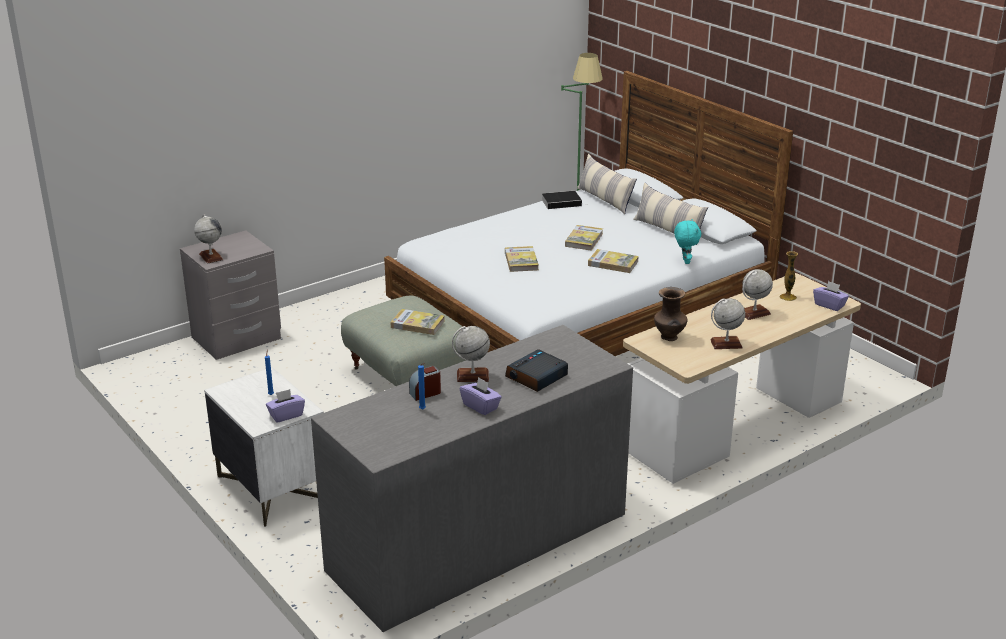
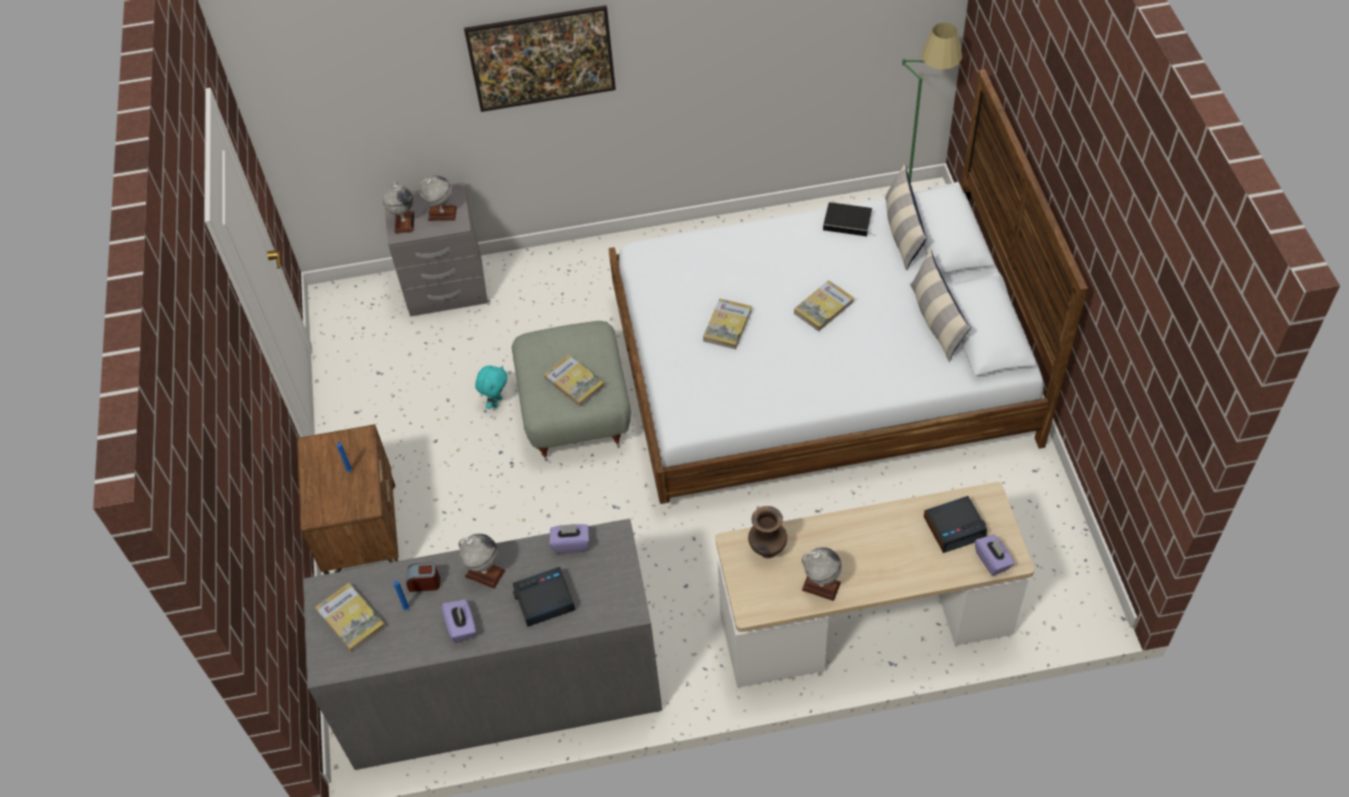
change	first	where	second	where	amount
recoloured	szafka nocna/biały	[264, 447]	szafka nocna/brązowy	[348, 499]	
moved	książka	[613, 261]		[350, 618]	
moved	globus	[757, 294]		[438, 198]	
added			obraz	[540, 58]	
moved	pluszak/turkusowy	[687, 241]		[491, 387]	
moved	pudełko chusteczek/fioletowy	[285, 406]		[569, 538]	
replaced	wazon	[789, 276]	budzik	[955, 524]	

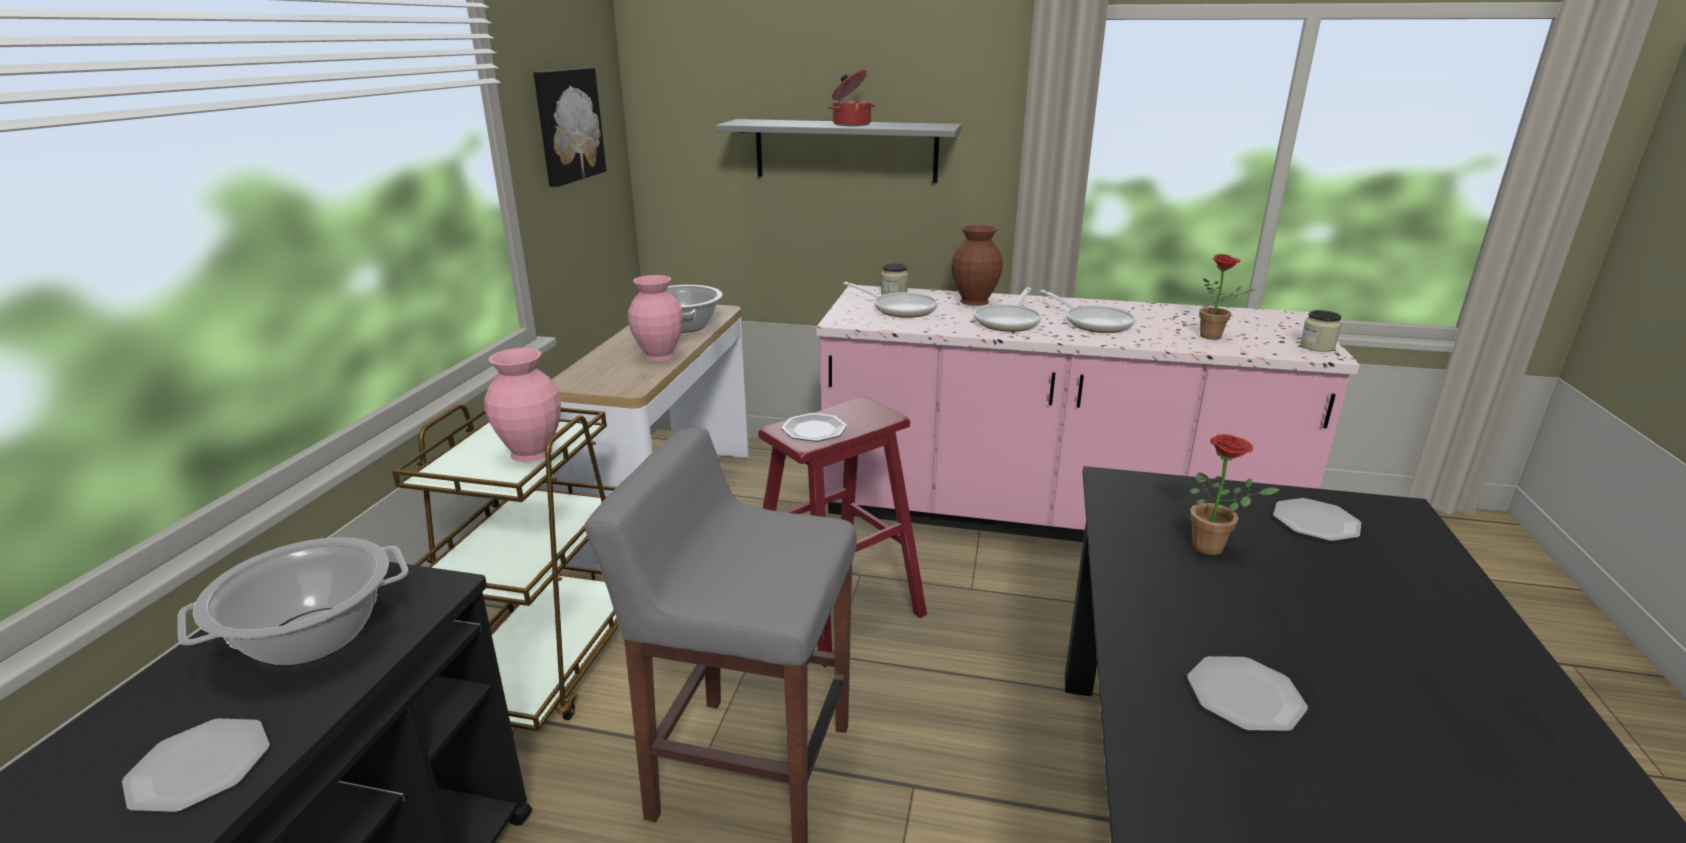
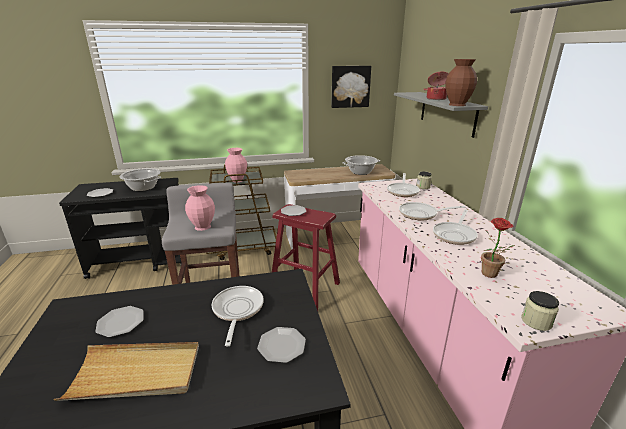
change	first	where	second	where	amount
added			taca/beżowy	[126, 371]	
moved	wazon/różowy	[655, 318]		[200, 208]	
replaced	roślina doniczkowa	[1234, 494]	patelnia	[238, 316]	
moved	wazon/brązowy	[977, 265]		[461, 82]	

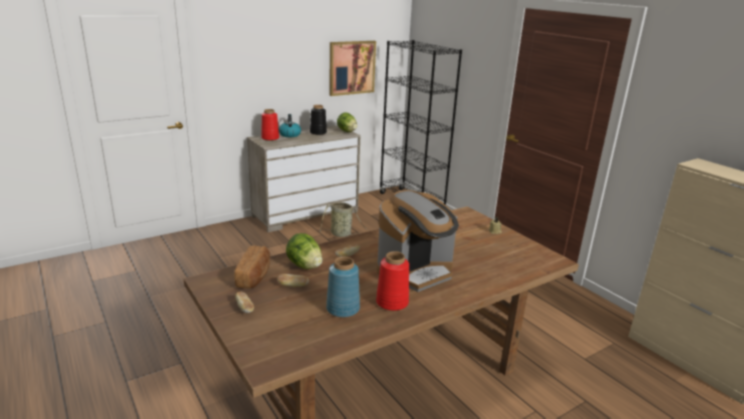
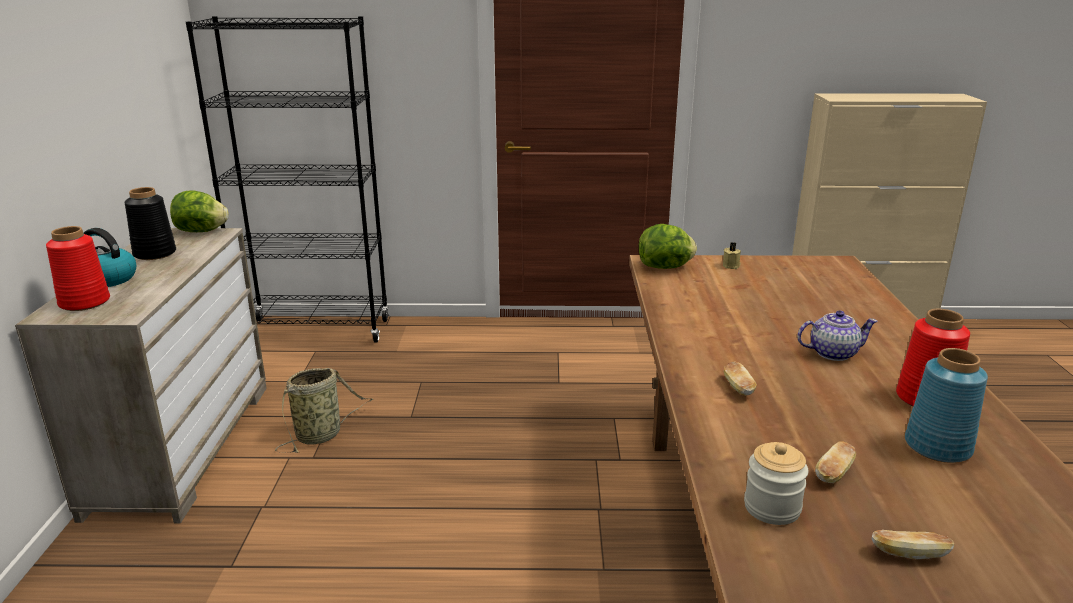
change	first	where	second	where	amount
moved	sałata	[304, 251]		[668, 246]	
replaced	chleb	[252, 267]	słoik	[776, 483]	
replaced	ekspres do kawy	[418, 241]	imbryk	[837, 335]	
removed	obraz	[352, 68]			

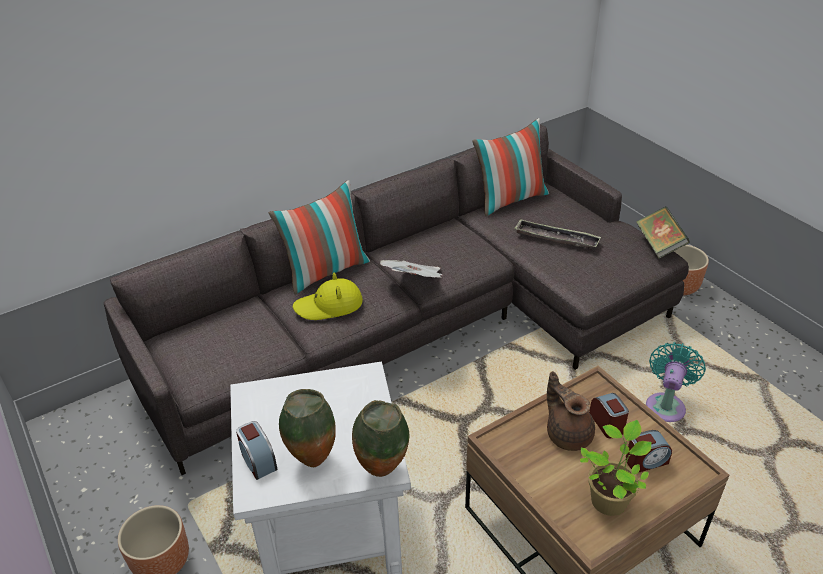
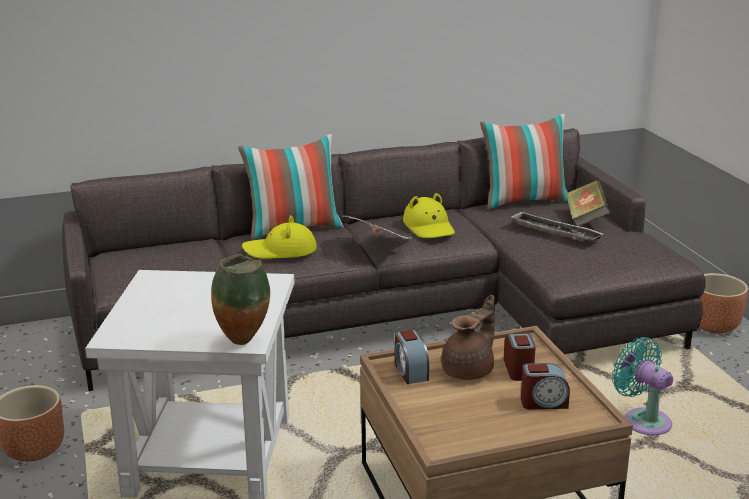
change	first	where	second	where	amount
moved	budzik	[257, 450]		[412, 356]	
added			kapelusz/żółty	[429, 215]	
turned	imbryk/brązowy	[571, 411]		[468, 337]	60 degrees clockwise
moved	książka	[663, 232]		[588, 203]	
turned	wentylator/turkusowy	[676, 382]		[642, 386]	75 degrees counterclockwise
removed	wazon	[307, 428]			
removed	roślina doniczkowa	[616, 468]			

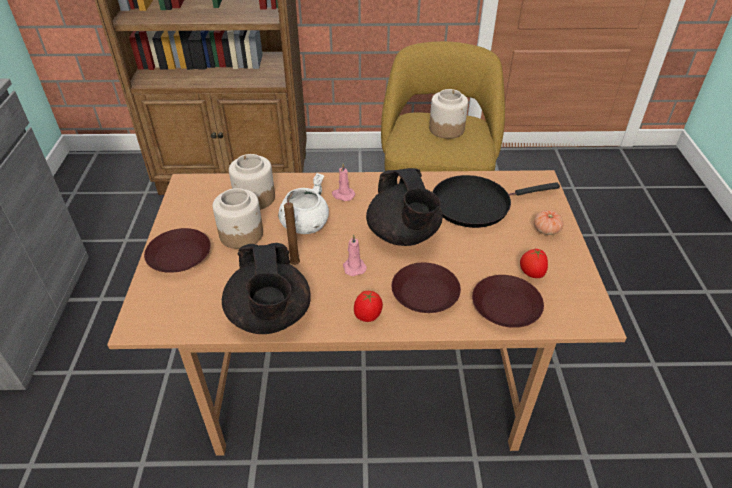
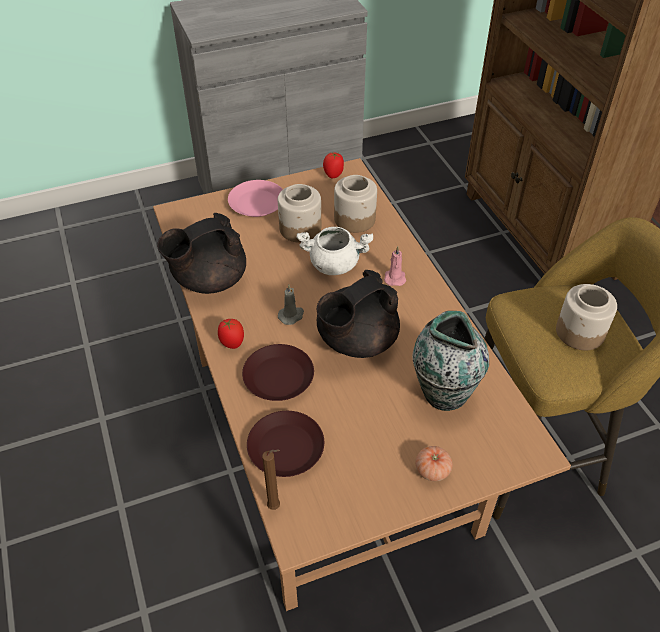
change	first	where	second	where	amount
recoloured	talerz/brązowy	[177, 250]	talerz/różowy	[255, 198]	
moved	świeca/brązowy	[292, 228]		[271, 480]	
recoloured	świeca/różowy	[355, 255]	świeca/szary	[291, 305]	
moved	pomidor	[534, 263]		[333, 165]	
replaced	patelnia/czarny	[496, 201]	wazon	[450, 361]	

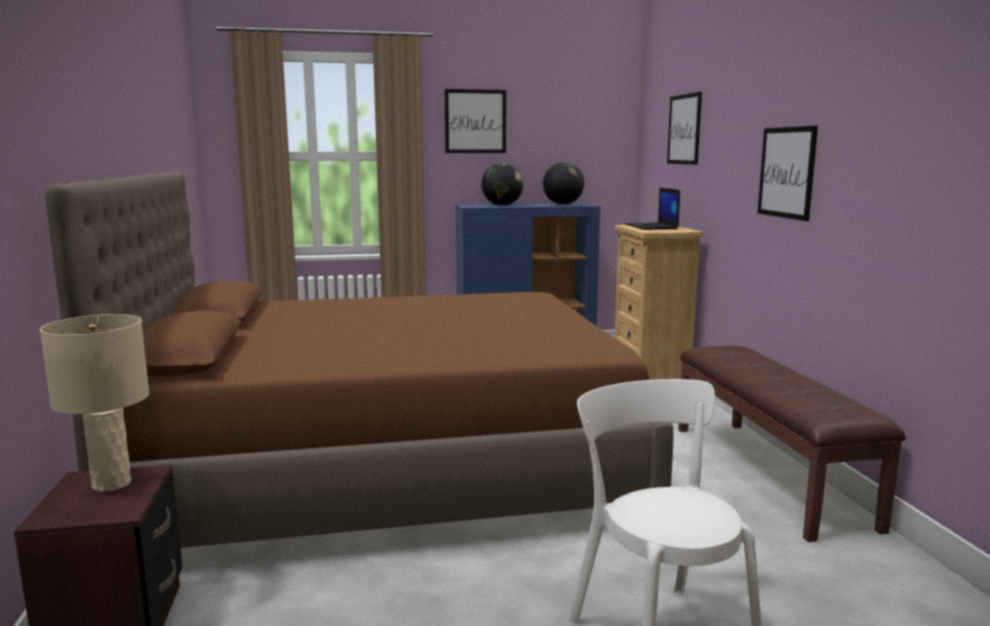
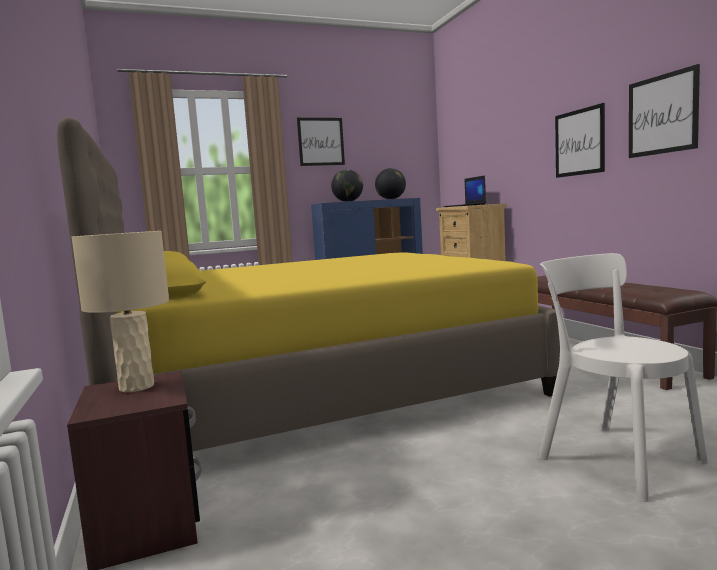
change	first	where	second	where	amount
recoloured	łóżko/brązowy	[359, 359]	łóżko/żółty	[308, 284]	
moved	obraz	[684, 128]		[664, 111]	

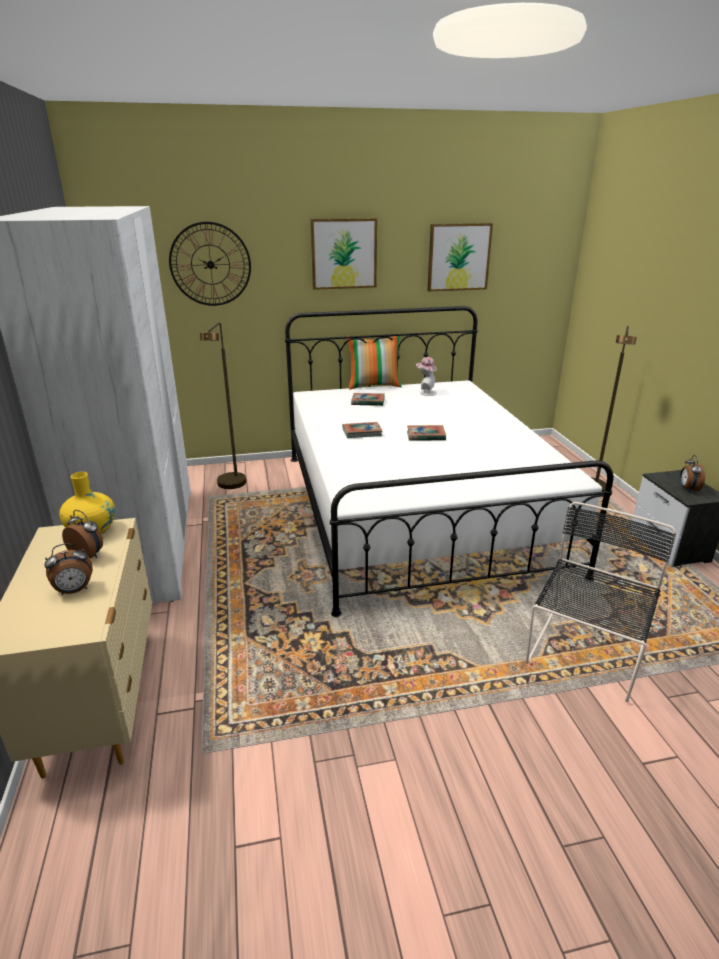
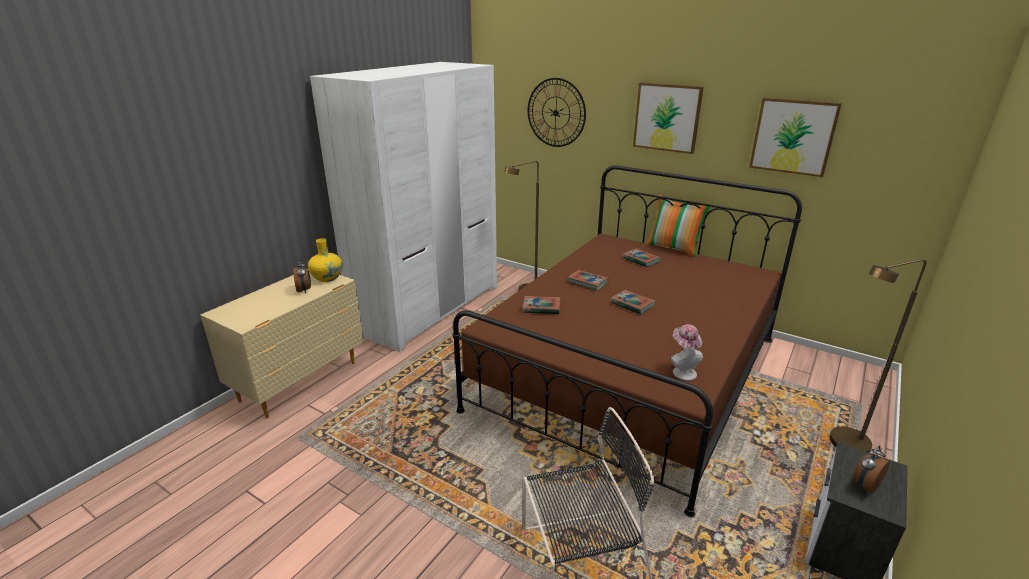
change	first	where	second	where	amount
recoloured	łóżko/biały	[449, 461]	łóżko/brązowy	[627, 341]	
added			książka	[541, 305]	
moved	kapelusz	[426, 376]		[687, 352]	
removed	budzik	[68, 569]			

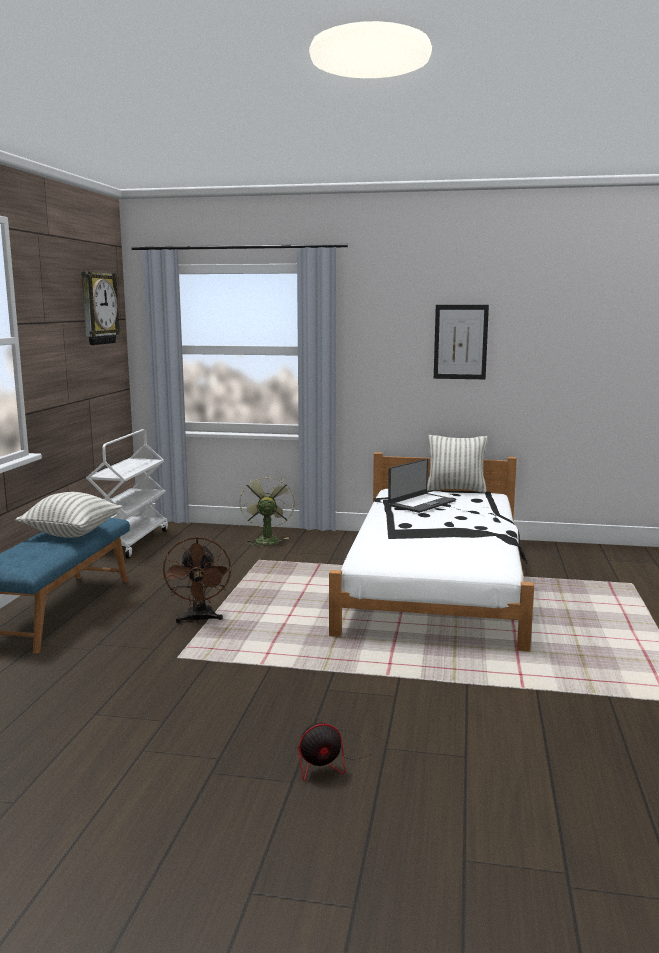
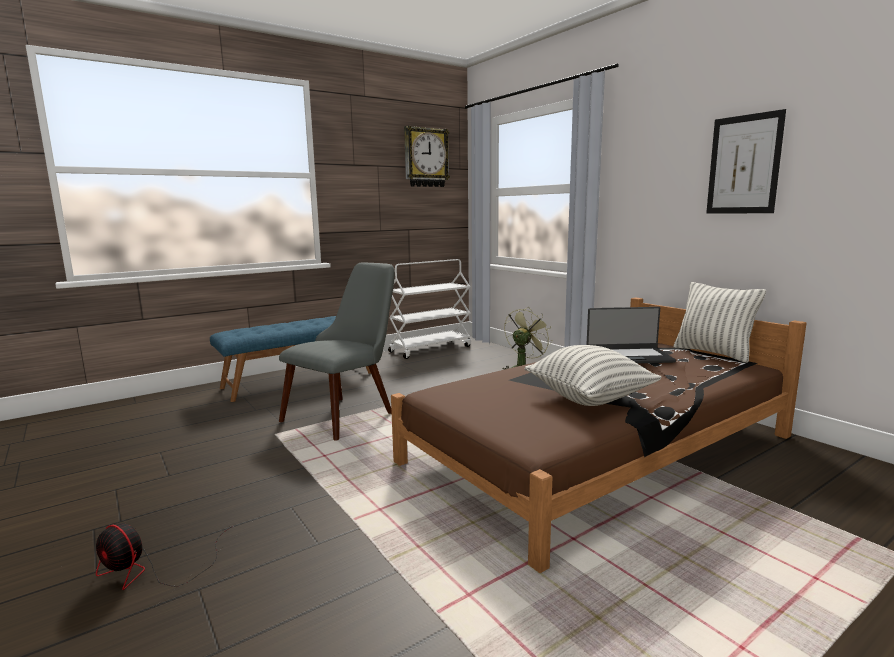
change	first	where	second	where	amount
replaced	wentylator/brązowy	[196, 580]	krzesło/szary	[337, 352]	
recoloured	łóżko/biały	[431, 552]	łóżko/brązowy	[599, 435]	
moved	poduszka	[69, 515]		[593, 375]	

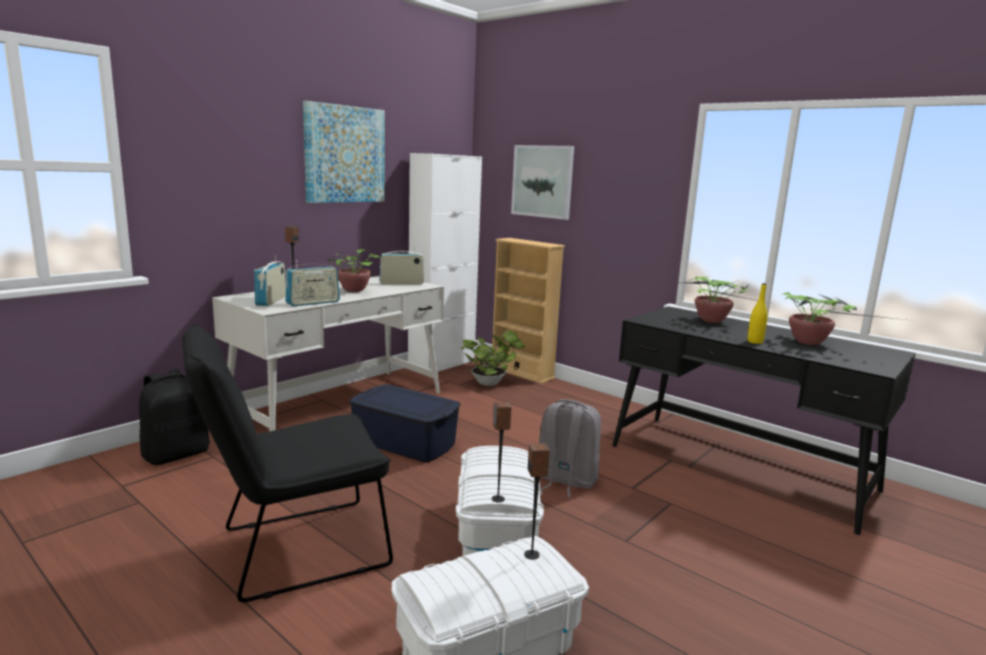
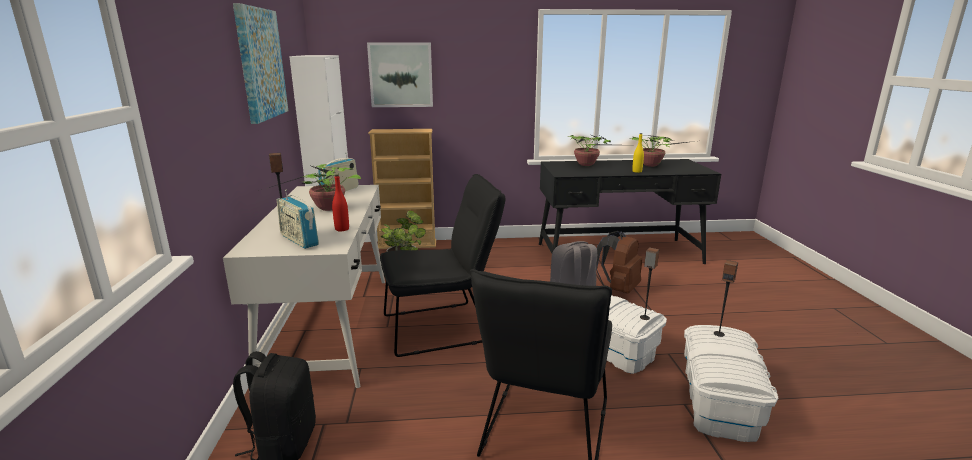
change	first	where	second	where	amount
replaced	radio	[312, 283]	butelka/czerwony	[340, 203]	
replaced	pojemnik do przechowywania/niebieski	[405, 423]	krzesło/czarny	[442, 265]	
added			plecak/brązowy	[619, 262]	

